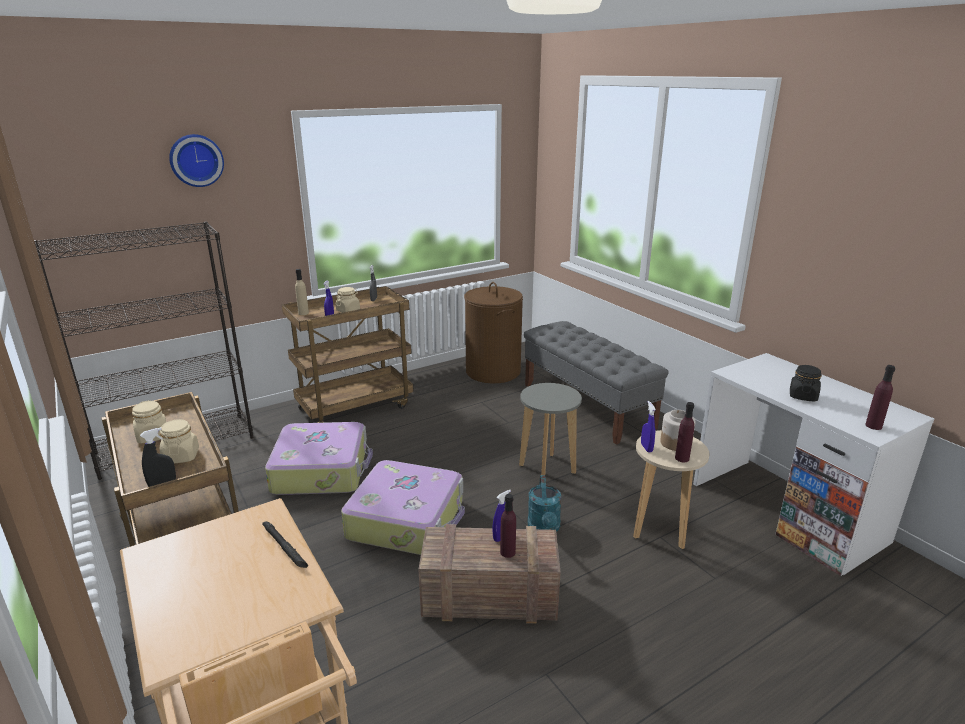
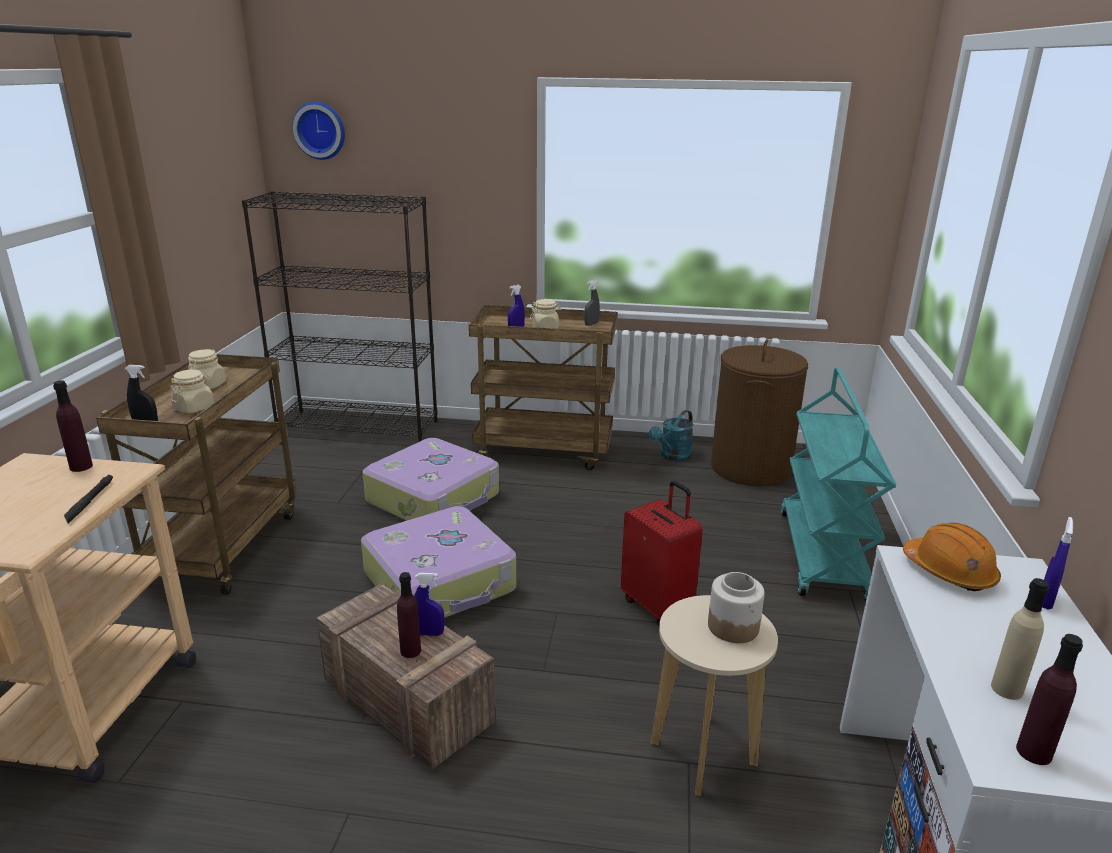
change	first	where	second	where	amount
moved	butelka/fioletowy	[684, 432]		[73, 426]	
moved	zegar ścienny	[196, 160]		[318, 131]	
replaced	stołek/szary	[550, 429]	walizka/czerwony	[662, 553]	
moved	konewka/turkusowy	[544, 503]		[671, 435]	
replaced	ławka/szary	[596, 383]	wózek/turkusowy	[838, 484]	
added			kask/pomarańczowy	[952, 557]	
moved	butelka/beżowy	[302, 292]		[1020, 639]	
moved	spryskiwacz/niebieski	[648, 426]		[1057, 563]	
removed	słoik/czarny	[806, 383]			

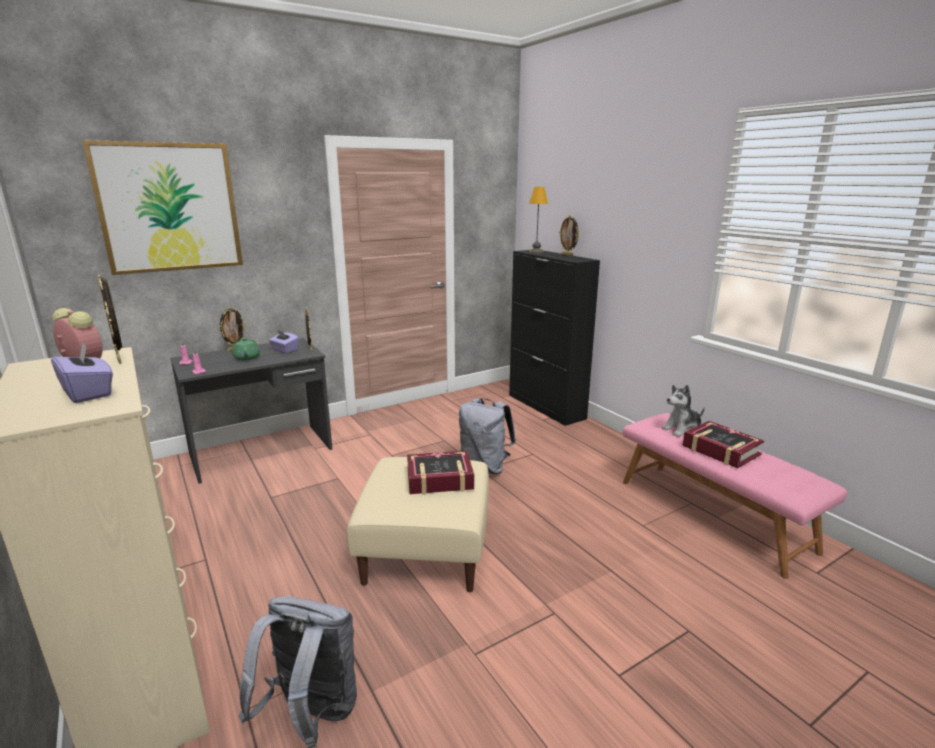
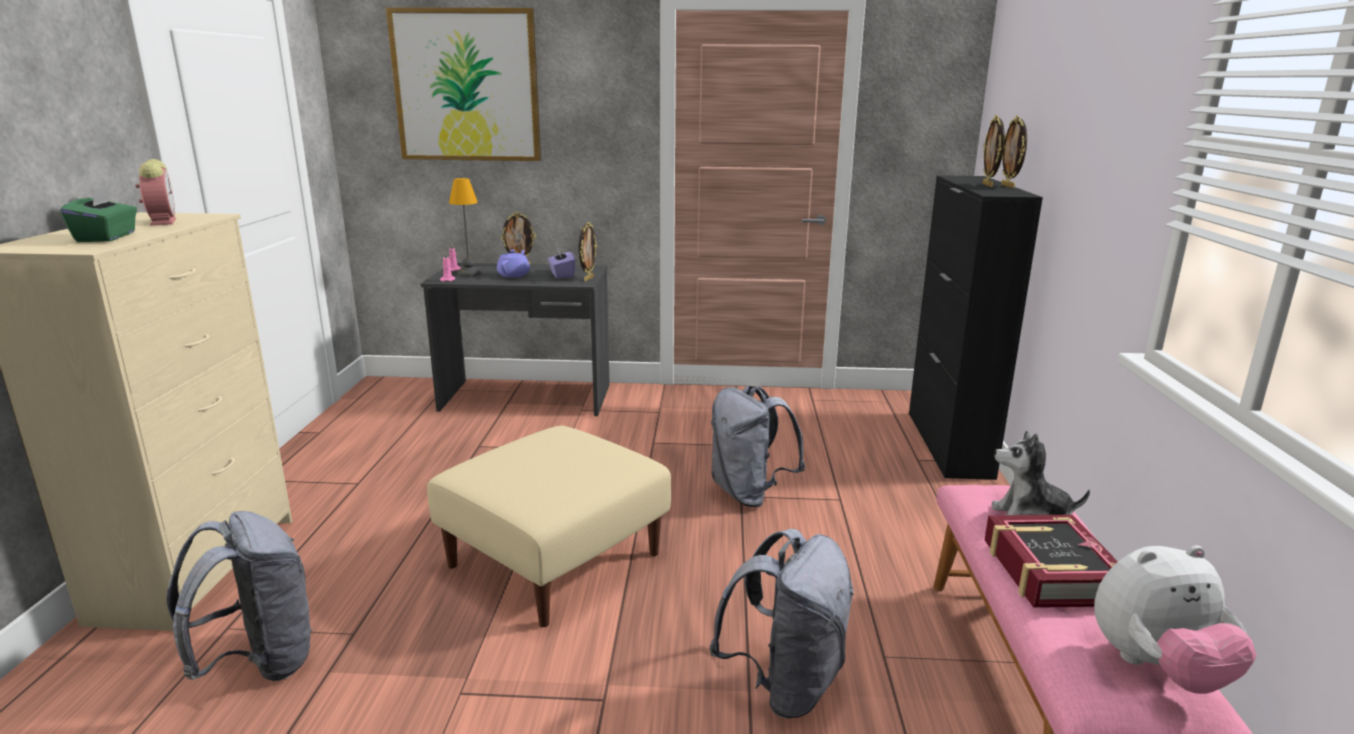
change	first	where	second	where	amount
recoloured	pudełko chusteczek/fioletowy	[82, 373]	pudełko chusteczek/zielony	[98, 214]	
moved	lampa stołowa	[538, 220]		[465, 227]	
recoloured	imbryk/zielony	[246, 348]	imbryk/fioletowy	[513, 263]	
added			plecak/szary	[781, 624]	
moved	ramka na zdjęcie	[110, 319]		[993, 151]	
added			pluszak	[1175, 620]	
removed	książka	[440, 473]			

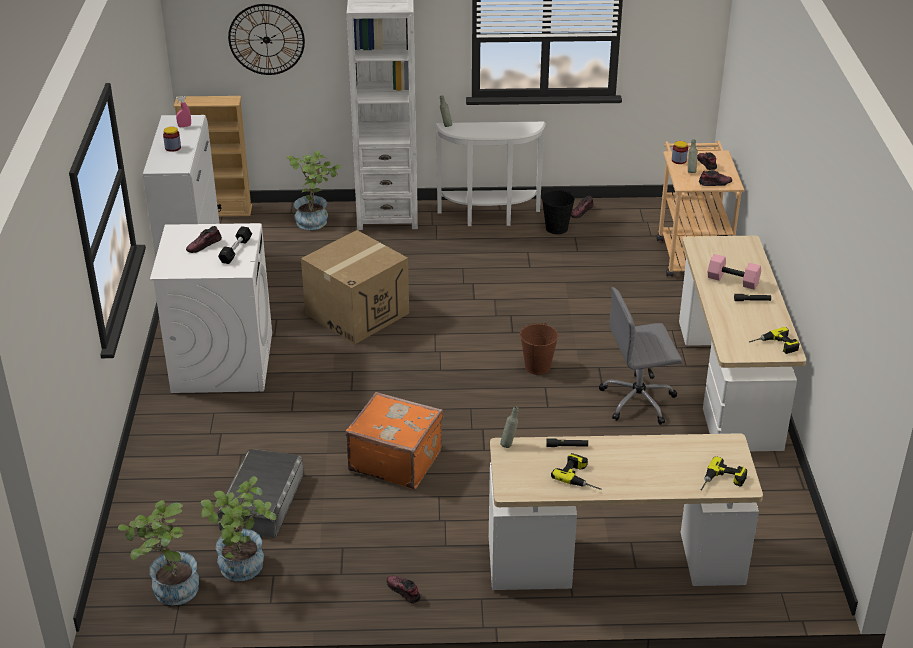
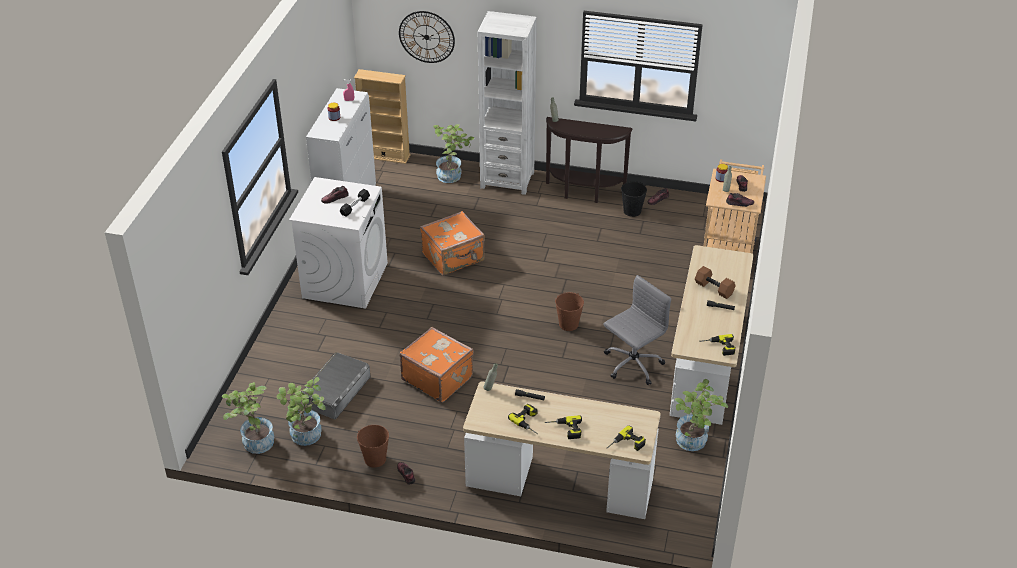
change	first	where	second	where	amount
added			wiadro/brązowy	[373, 446]	
replaced	karton	[355, 287]	walizka/pomarańczowy	[452, 243]	
added			wiertarka	[563, 427]	
recoloured	stolik konsolowy/biały	[490, 174]	stolik konsolowy/brązowy	[589, 160]	
turned	krzesło biurowe/szary	[640, 356]		[637, 330]	135 degrees clockwise
added			roślina doniczkowa	[701, 415]	
recoloured	hantel/różowy	[734, 272]	hantel/brązowy	[715, 282]	

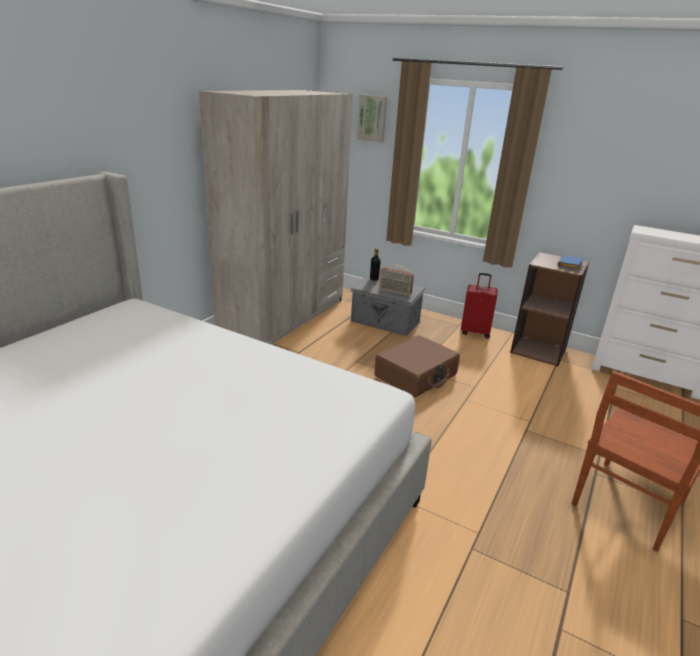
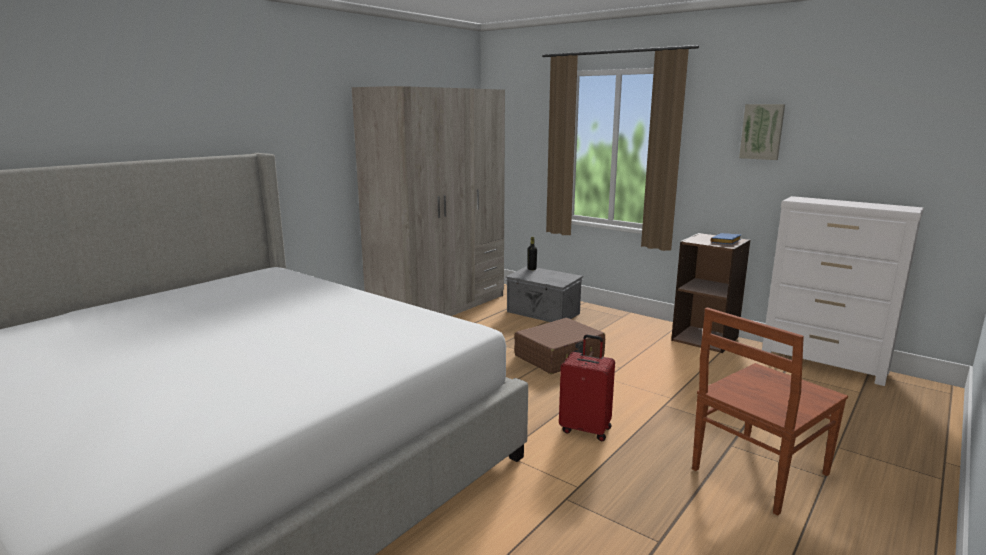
change	first	where	second	where	amount
moved	walizka/czerwony	[479, 306]		[587, 388]	
moved	obraz	[372, 118]		[762, 132]	
removed	radio	[396, 280]			

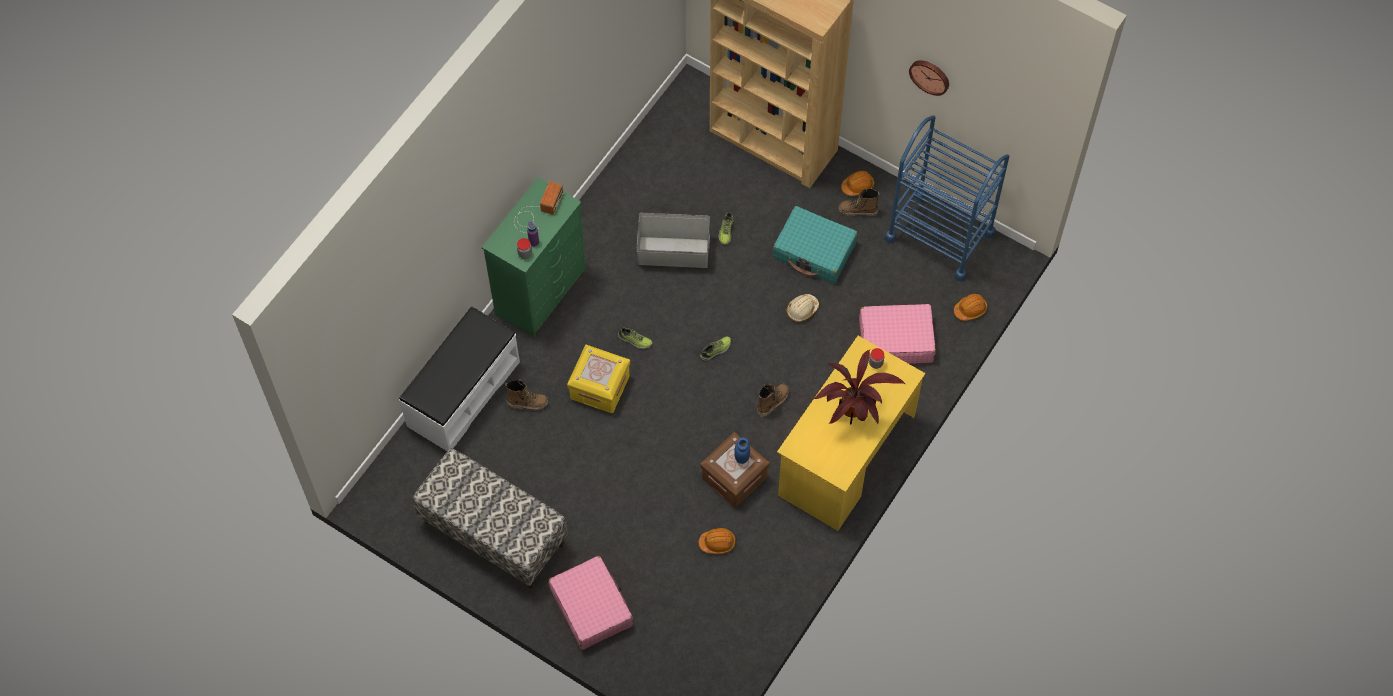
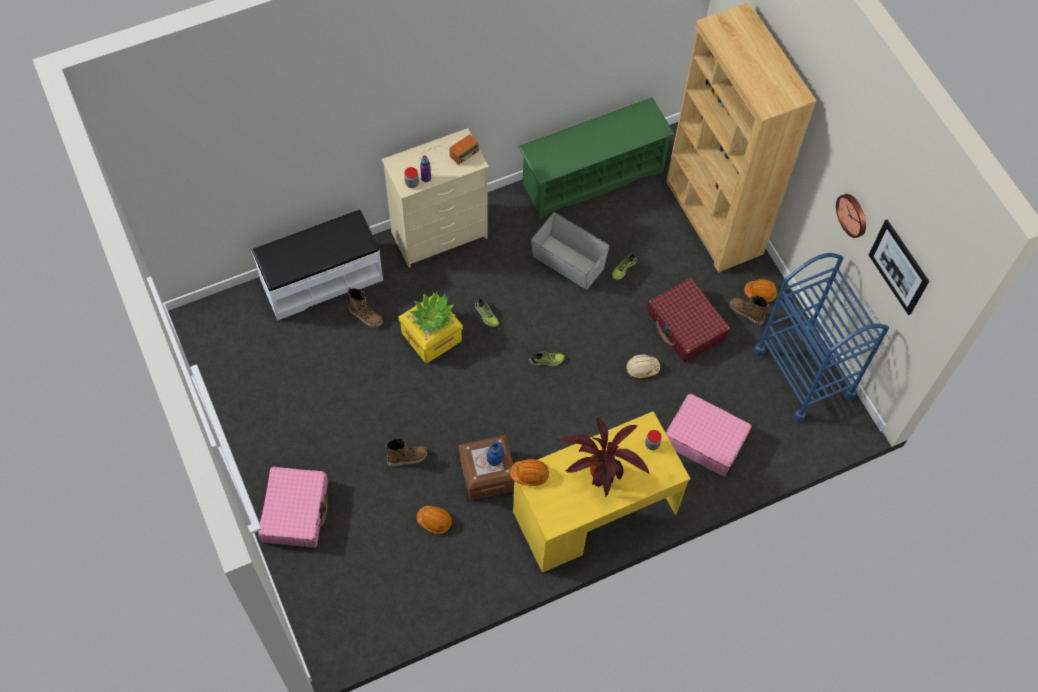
change	first	where	second	where	amount
recoloured	komoda/zielony	[534, 258]	komoda/beżowy	[435, 198]	
moved	but z cholewką	[773, 401]		[406, 452]	
added			roślina doniczkowa	[433, 312]	
moved	kask/pomarańczowy	[970, 307]		[529, 472]	
added			regał na buty/zielony	[596, 158]	
recoloured	walizka/turkusowy	[815, 245]	walizka/czerwony	[688, 320]	
added			obraz	[899, 267]	
removed	ławka	[490, 518]			

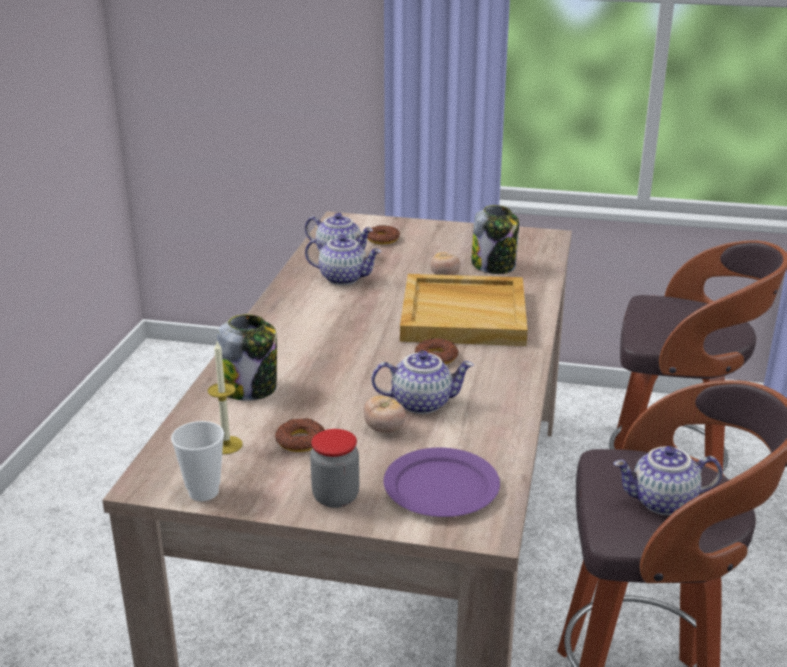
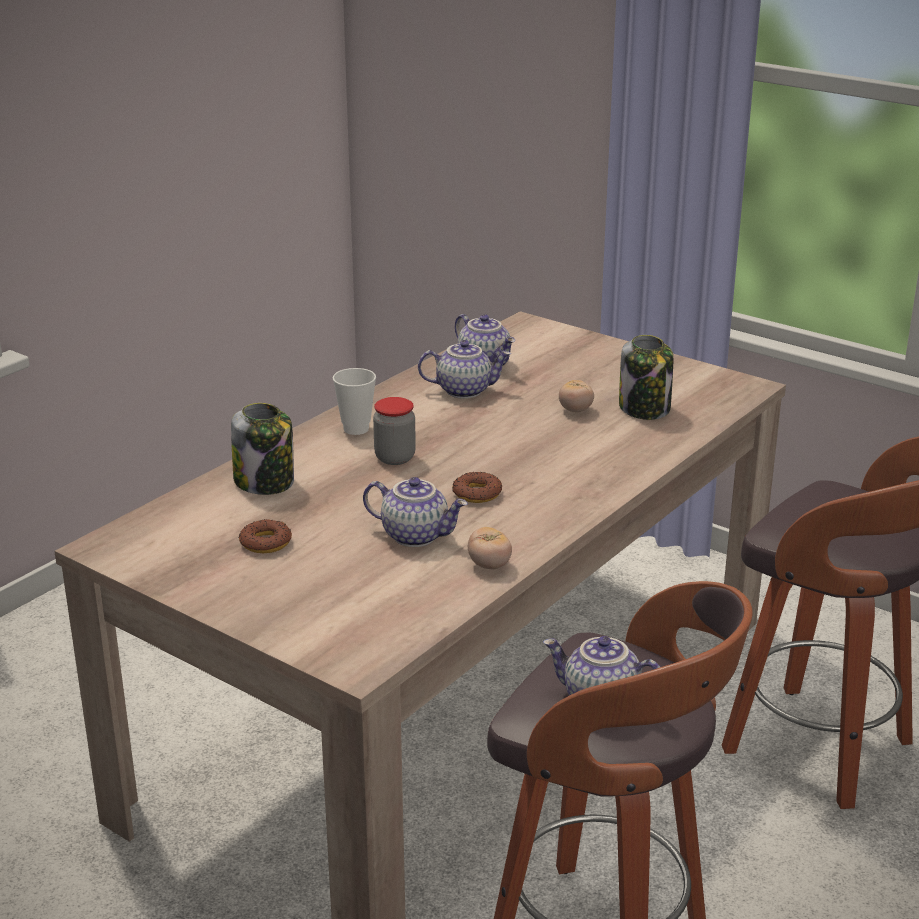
change	first	where	second	where	amount
moved	filiżanka	[197, 461]		[354, 401]	
moved	słoik	[334, 468]		[394, 431]	
turned	imbryk	[343, 260]		[464, 369]	45 degrees counterclockwise
moved	pomidor	[385, 414]		[490, 548]	
removed	świeca	[225, 397]			
removed	donut	[383, 234]			
removed	talerz/fioletowy	[441, 482]			
removed	taca/beżowy	[464, 310]			

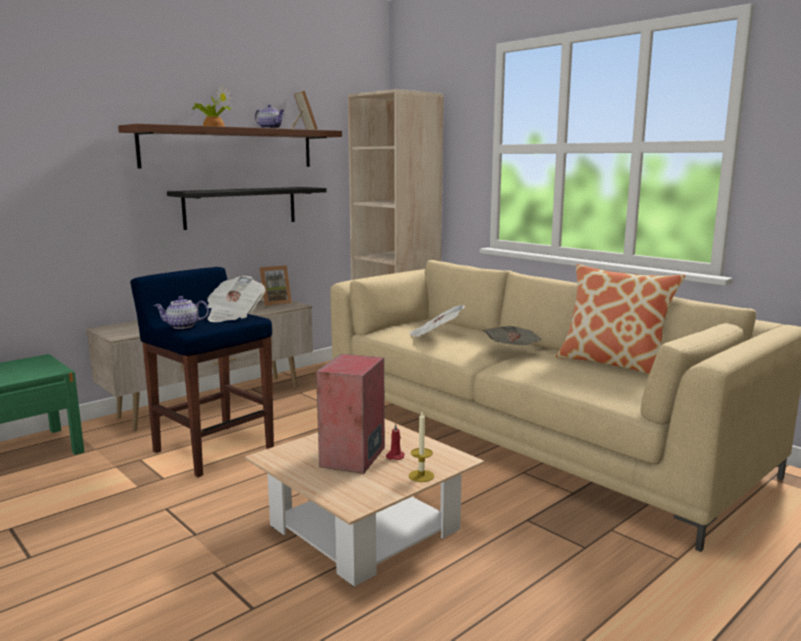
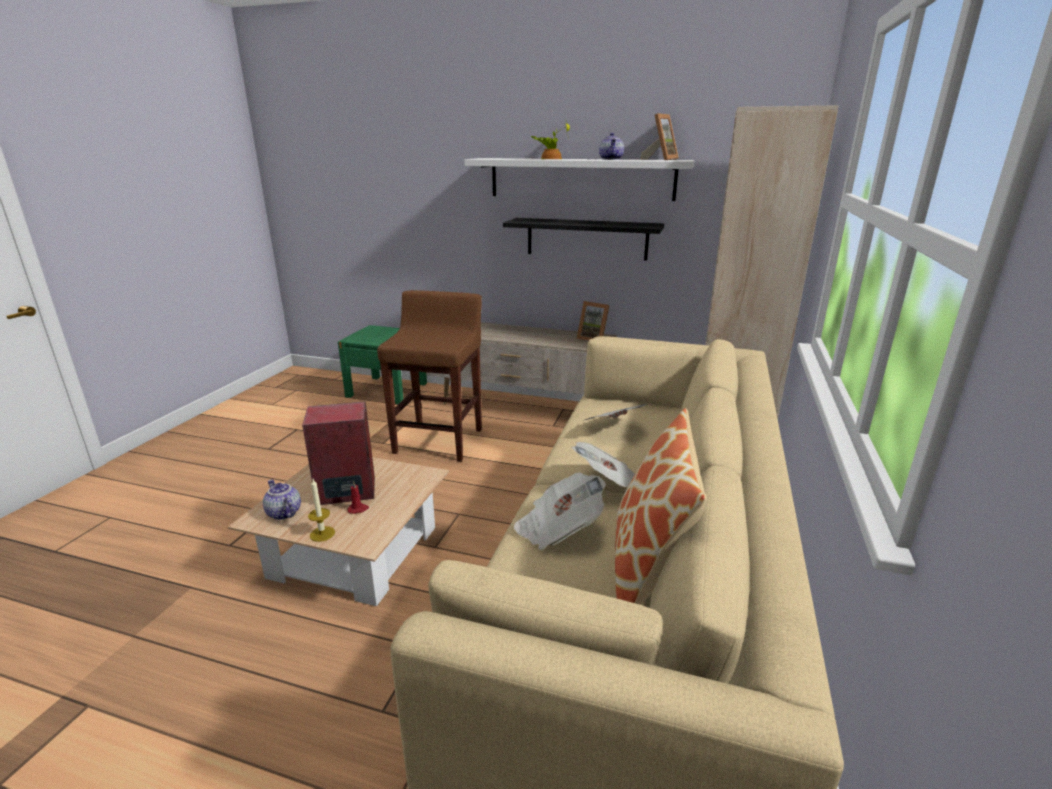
change	first	where	second	where	amount
moved	imbryk	[181, 312]		[282, 499]	
recoloured	stołek/niebieski	[202, 372]	stołek/brązowy	[429, 375]	
recoloured	półka/brązowy	[230, 146]	półka/biały	[579, 179]	
moved	gazeta	[236, 299]		[560, 511]	

